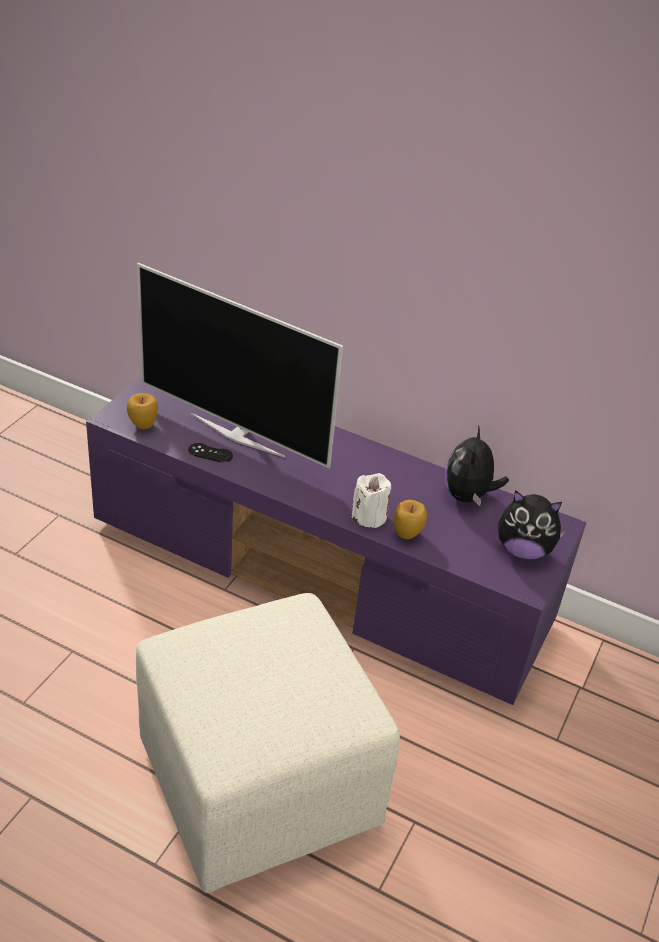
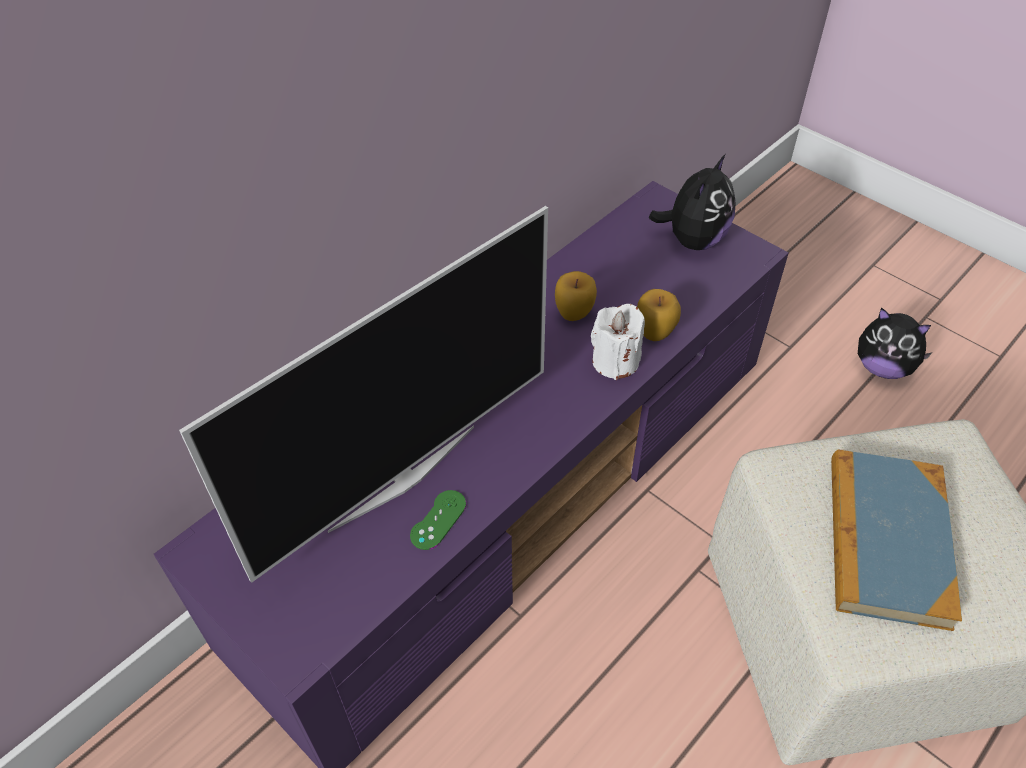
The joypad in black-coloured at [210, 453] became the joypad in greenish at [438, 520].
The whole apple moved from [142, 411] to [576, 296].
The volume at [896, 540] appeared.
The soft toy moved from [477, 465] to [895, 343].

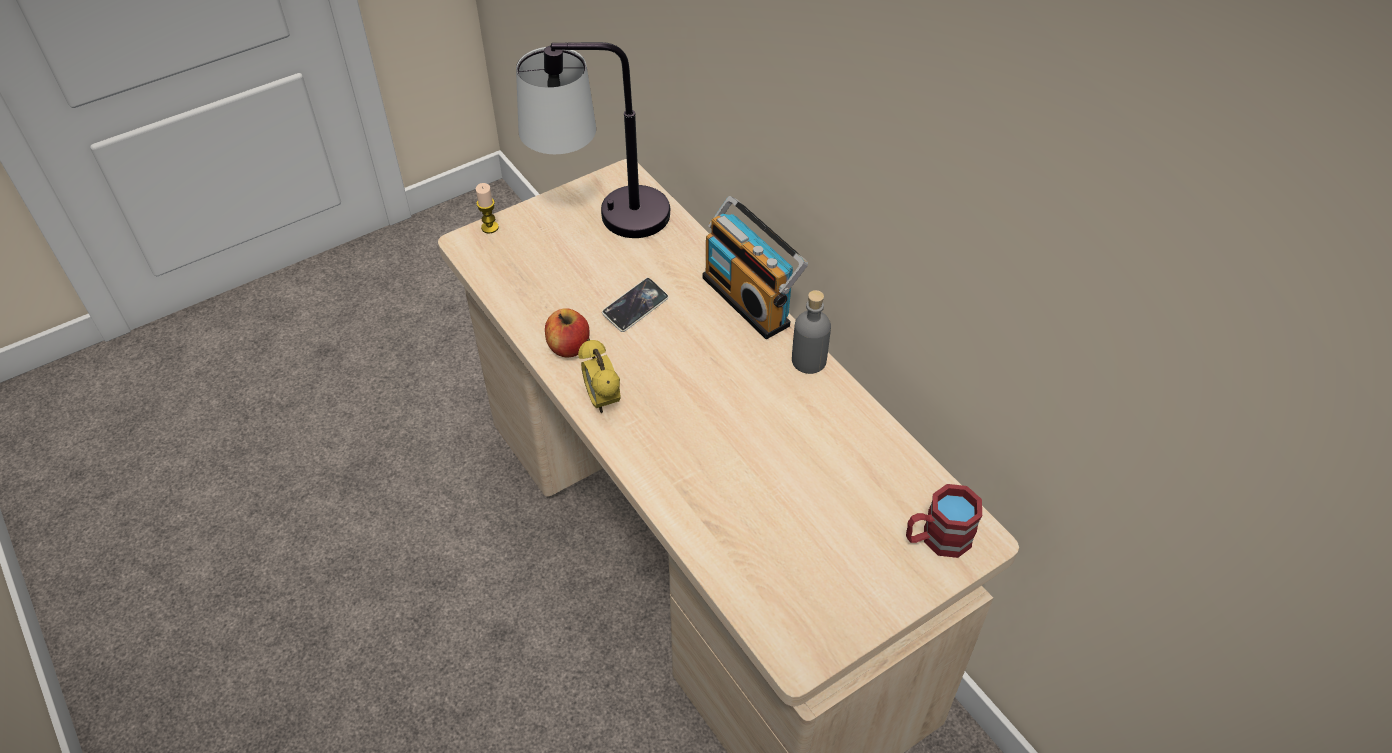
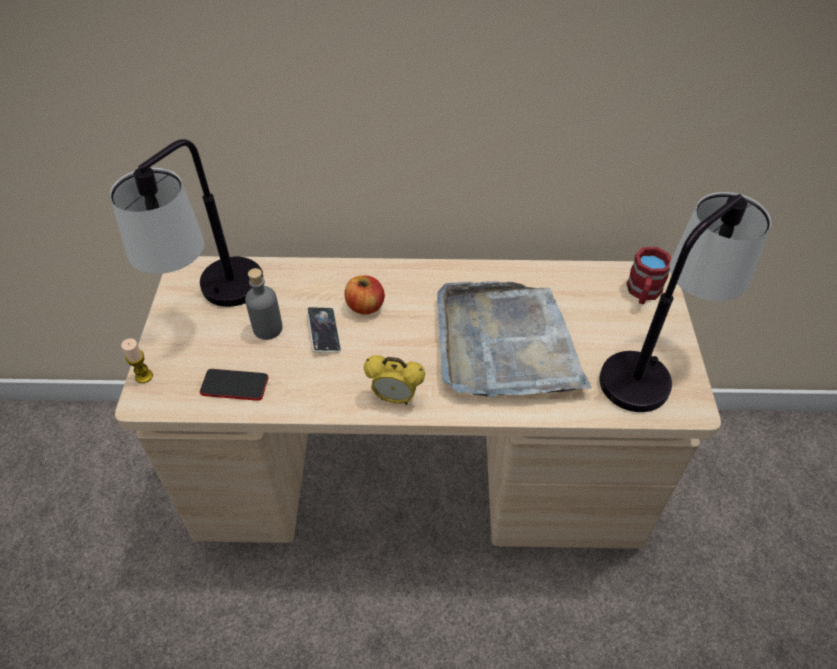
The phone at [234, 385] appeared.
The drink bottle in greyish moved from [811, 332] to [264, 304].
The whole apple moved from [567, 332] to [364, 295].
The carrying tray in greyish at [514, 339] appeared.
The lamp for a table at [686, 302] appeared.
The radio receiver at [755, 267] disappeared.

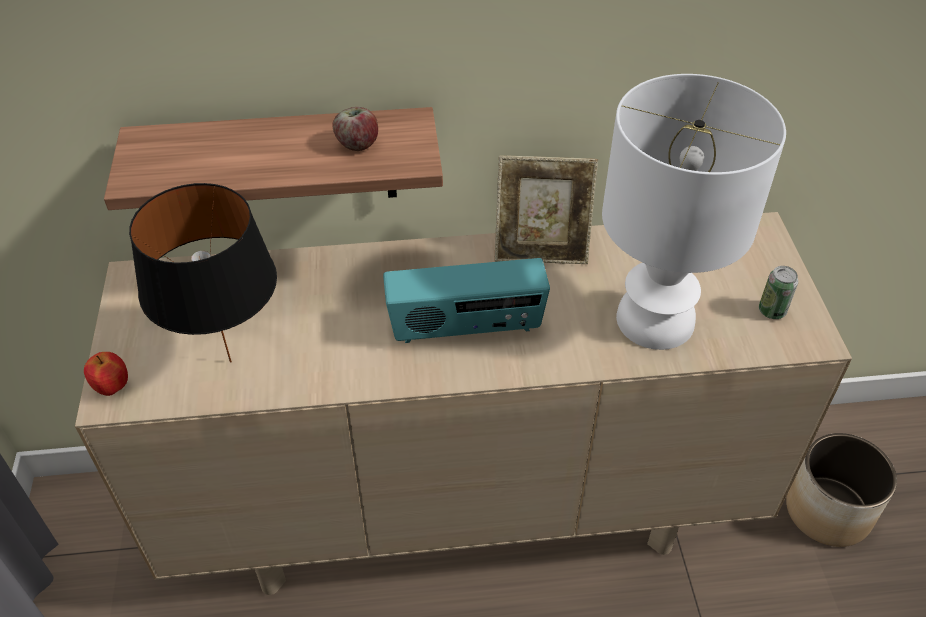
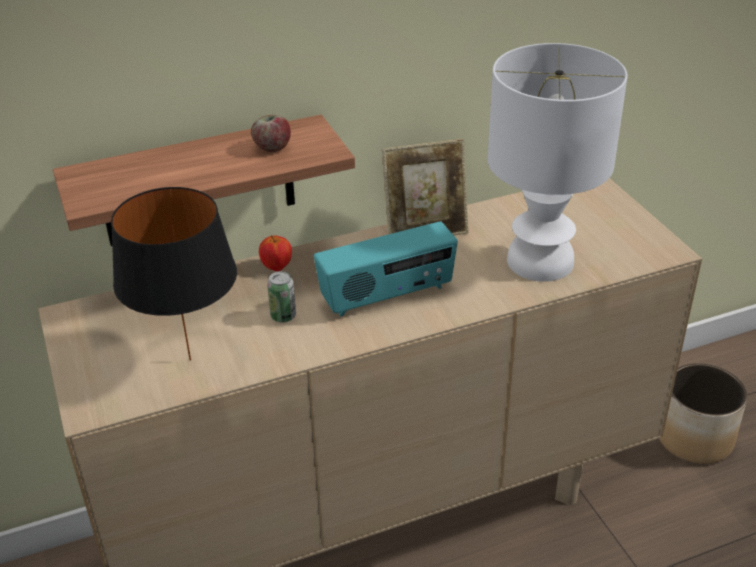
The whole apple moved from [106, 374] to [275, 253].
The can moved from [778, 292] to [281, 296].

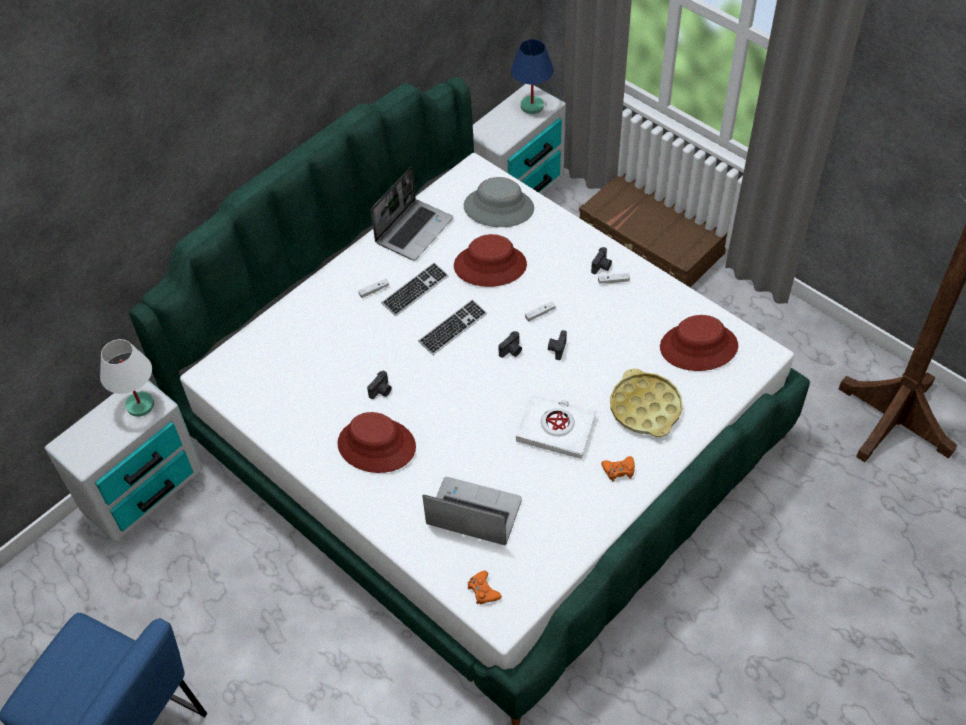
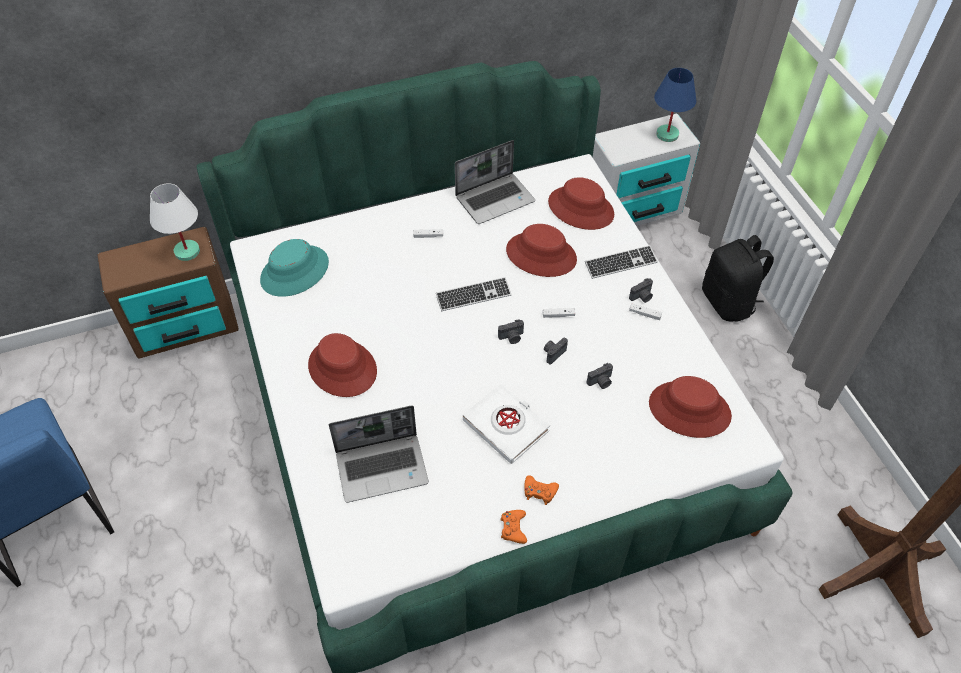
The nightstand in white at [124, 461] became the nightstand in brown-coloured at [168, 292].
The wearable hat in turquoise at [294, 268] appeared.
The laptop at [472, 511] turned 120 degrees clockwise.
The joypad in orange-coloured moved from [485, 587] to [514, 527].
The wearable hat in greyish at [499, 202] became the wearable hat in red at [581, 203].
The PC keyboard moved from [415, 289] to [621, 262].
The photo camera moved from [379, 385] to [600, 376].
The piece of luggage in brown-coloured at [653, 230] was replaced by the rucksack in black-coloured at [738, 278].
The carrying tray in yellow-coloured at [646, 402] disappeared.

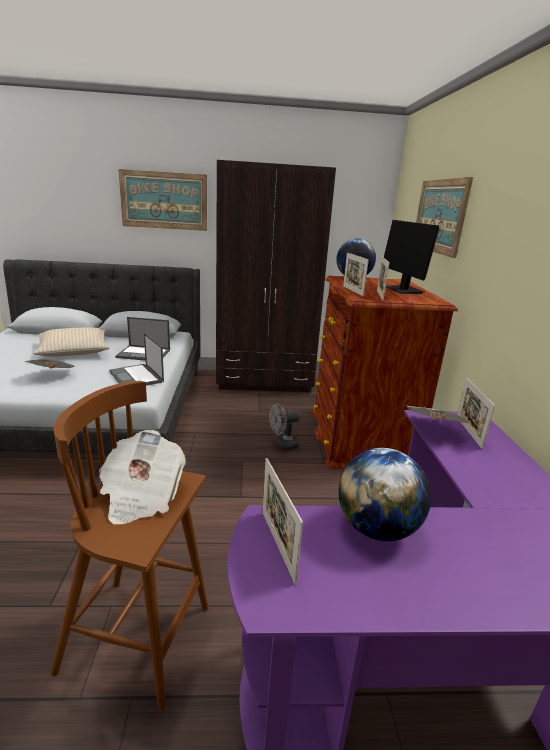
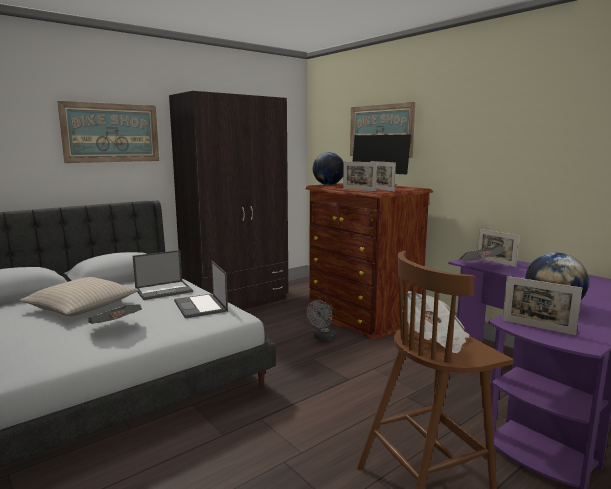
The laptop at [136, 359] turned 45 degrees clockwise.

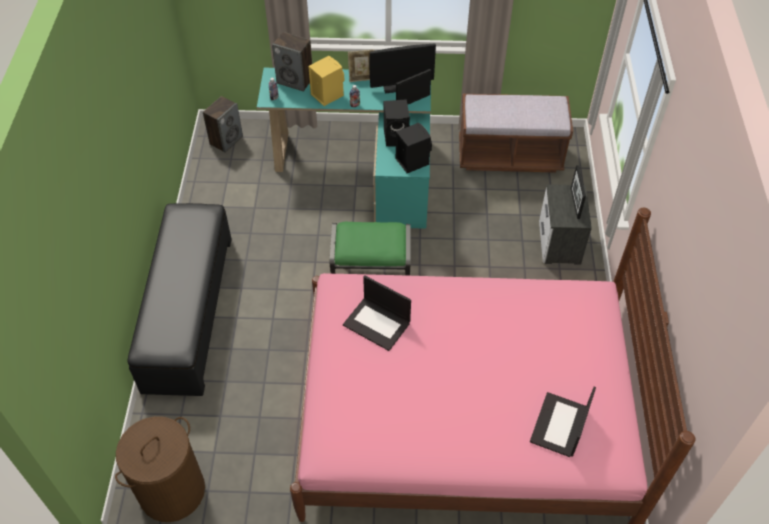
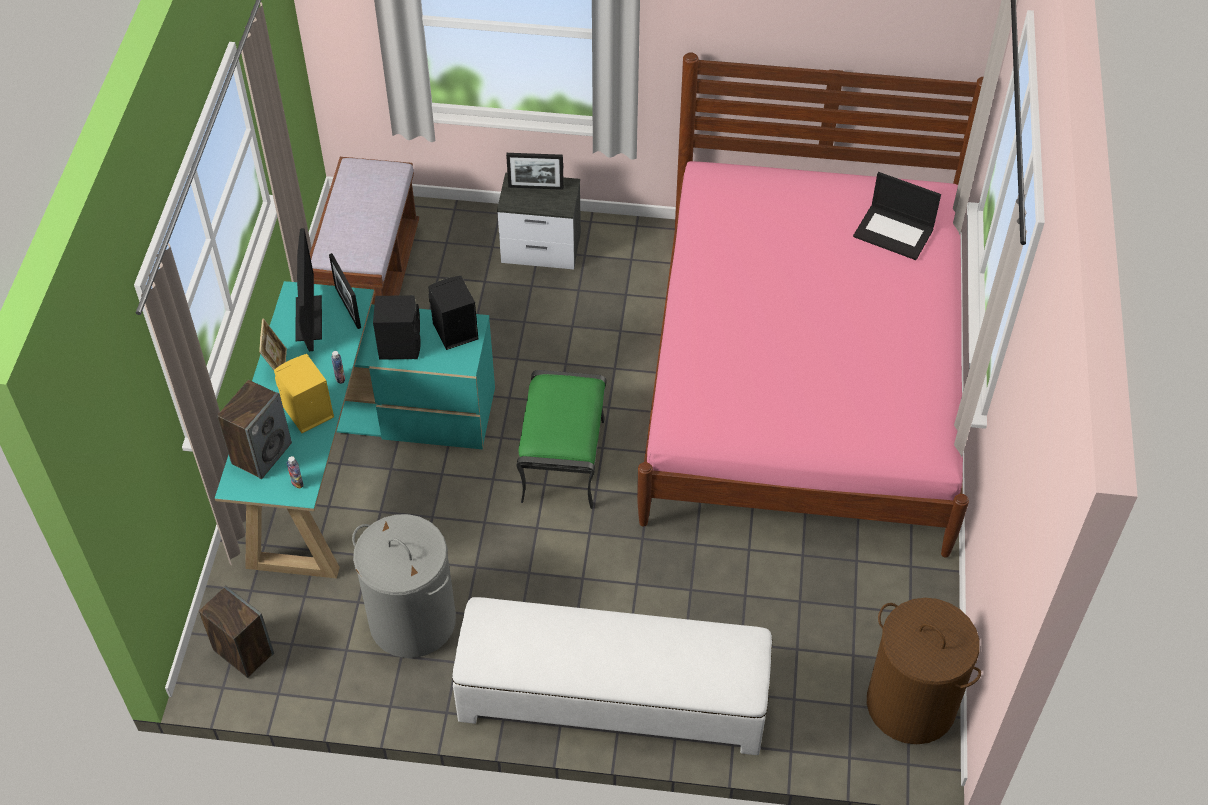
The laundry basket in greyish at [404, 586] appeared.
The long seat in black-coloured at [179, 299] became the long seat in white at [612, 676].
The laptop at [377, 313] disappeared.

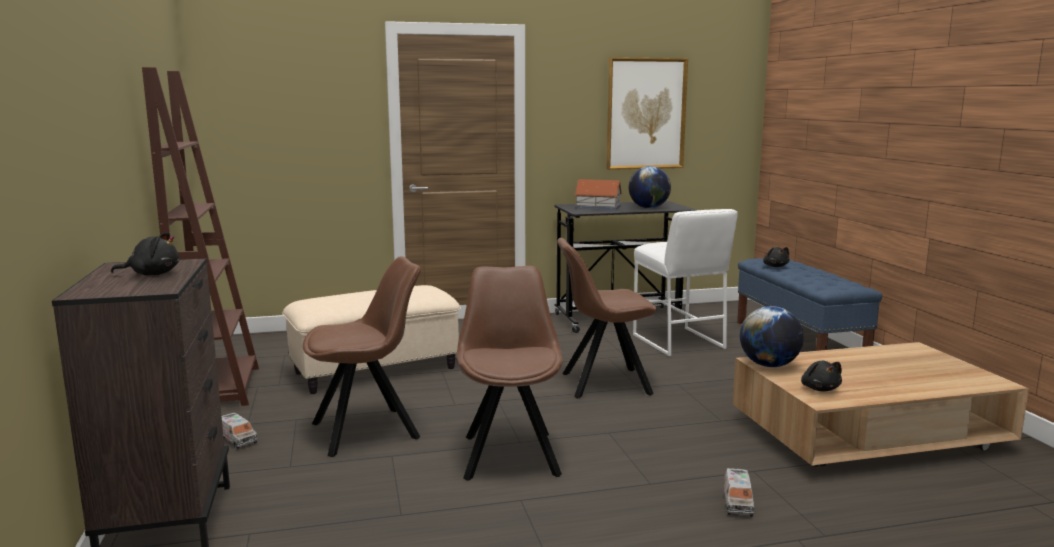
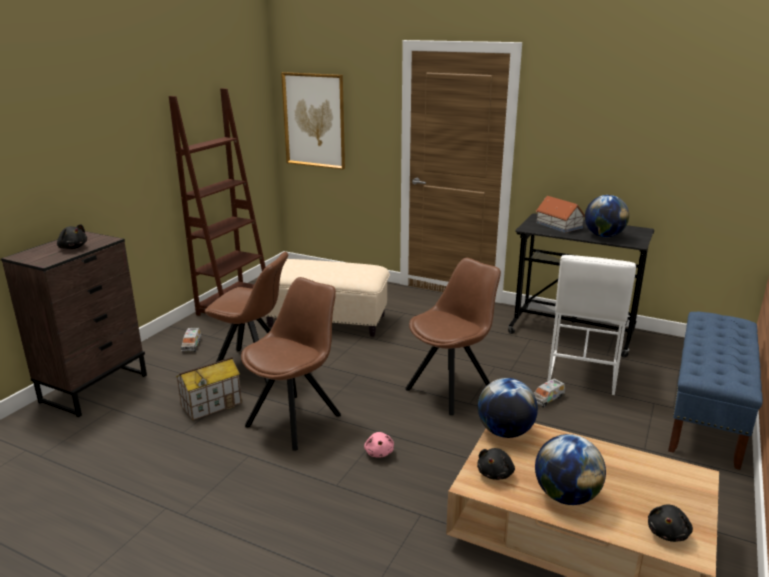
The toy house at [209, 388] appeared.
The wall art moved from [647, 113] to [313, 120].
The soft toy in pink at [379, 445] appeared.
The chair in brown-coloured at [607, 318] turned 105 degrees clockwise.
The toy truck moved from [739, 492] to [549, 393].
The globe at [570, 469] appeared.
The soft toy in black-coloured moved from [776, 257] to [670, 523].

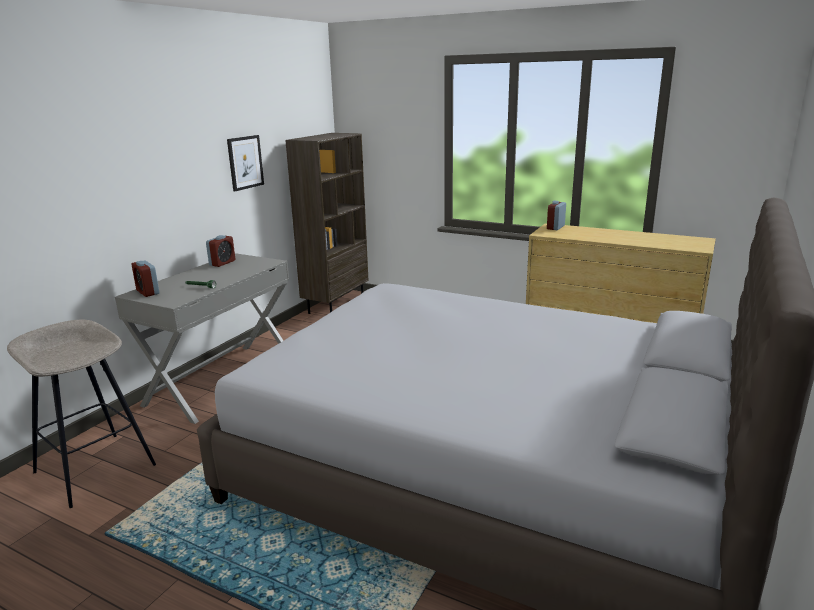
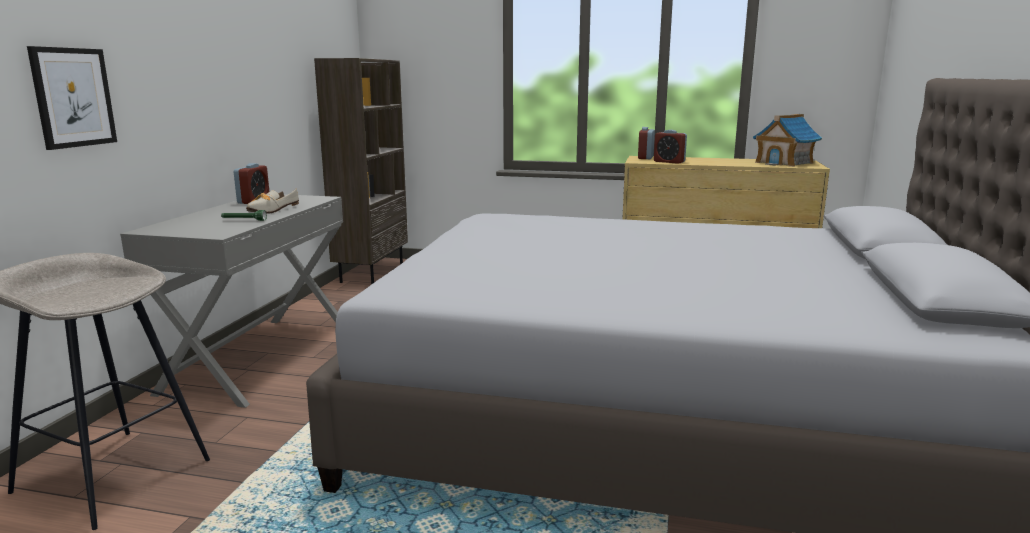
The wall art moved from [245, 163] to [72, 98].
The low shoe at [272, 201] appeared.
The table clock moved from [145, 278] to [670, 147].
The toy house at [787, 140] appeared.

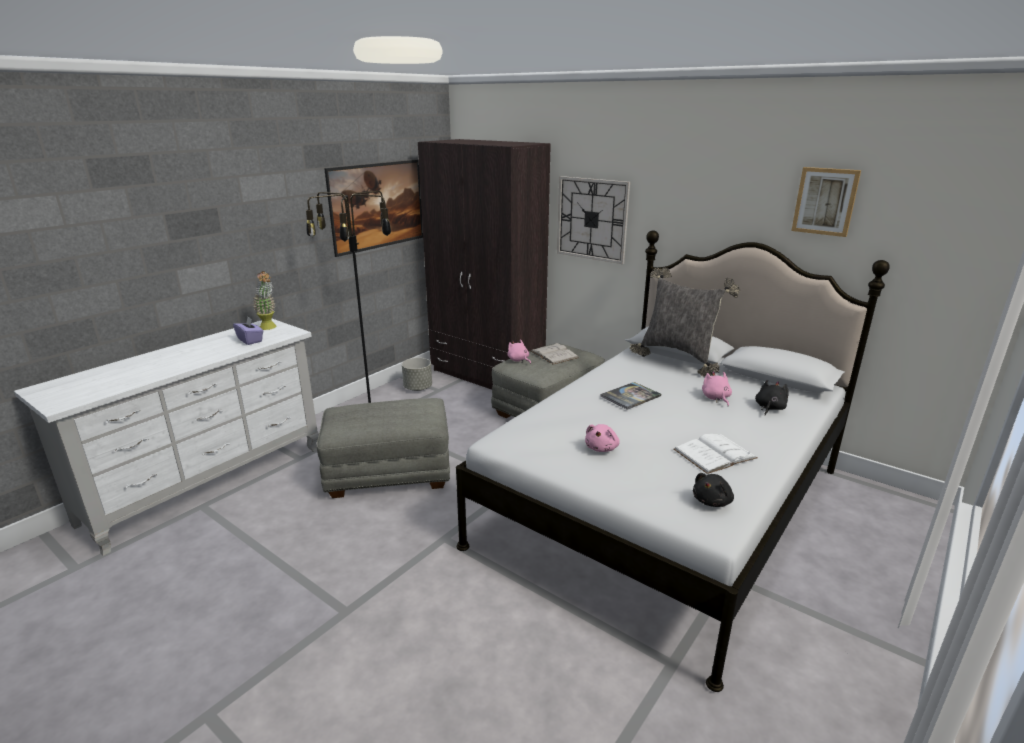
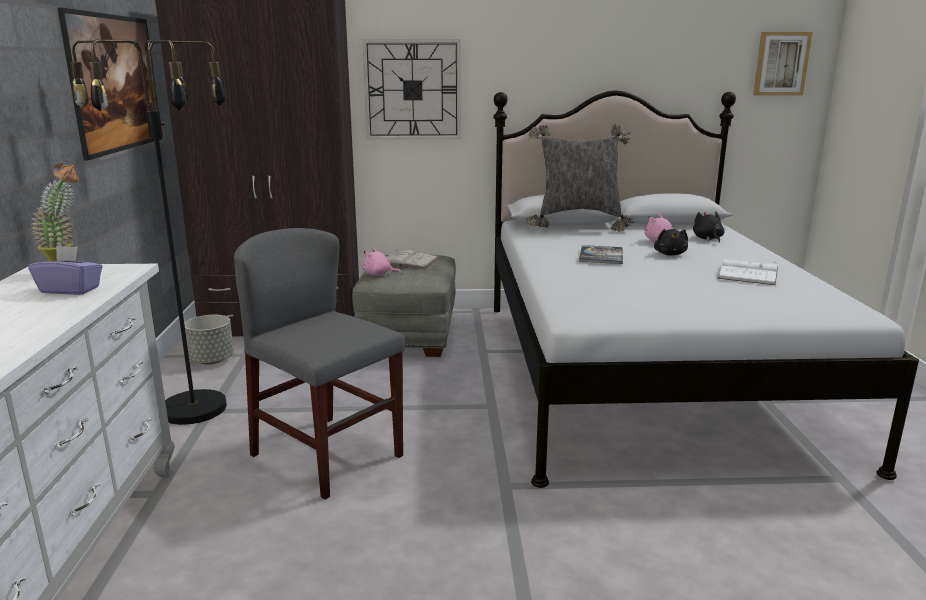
The pouffe in greyish at [383, 448] was replaced by the chair in greyish at [319, 364].
The soft toy in black-coloured moved from [713, 490] to [671, 242].
The wall art moved from [826, 202] to [782, 64].
The soft toy in pink at [602, 438] disappeared.

